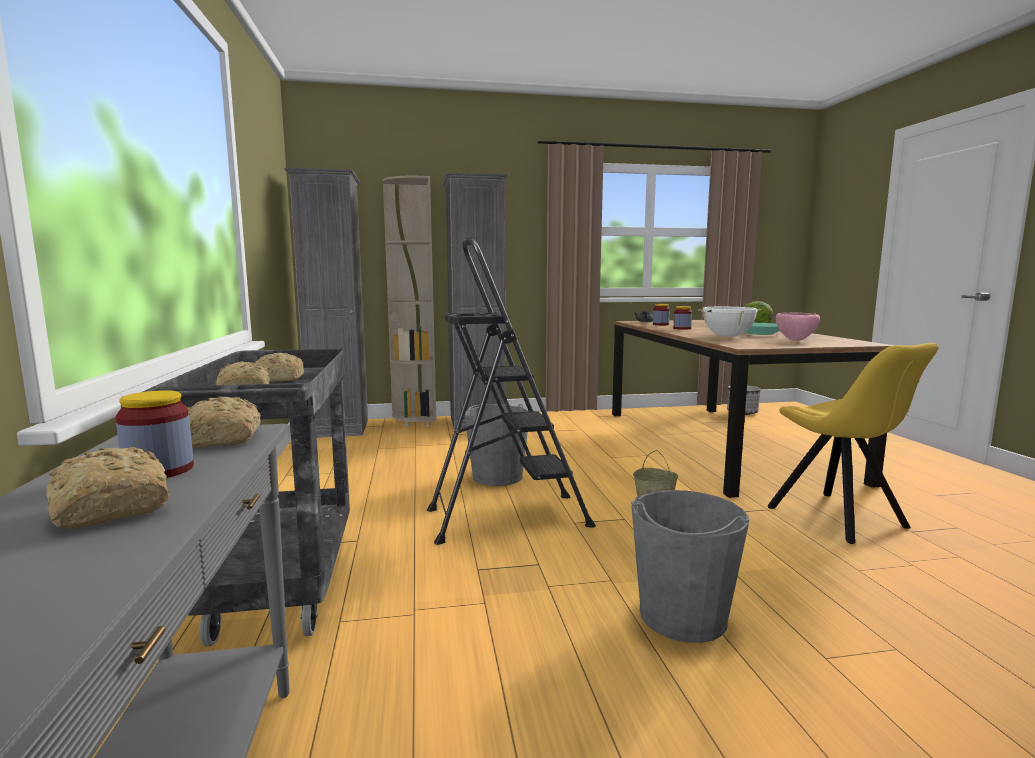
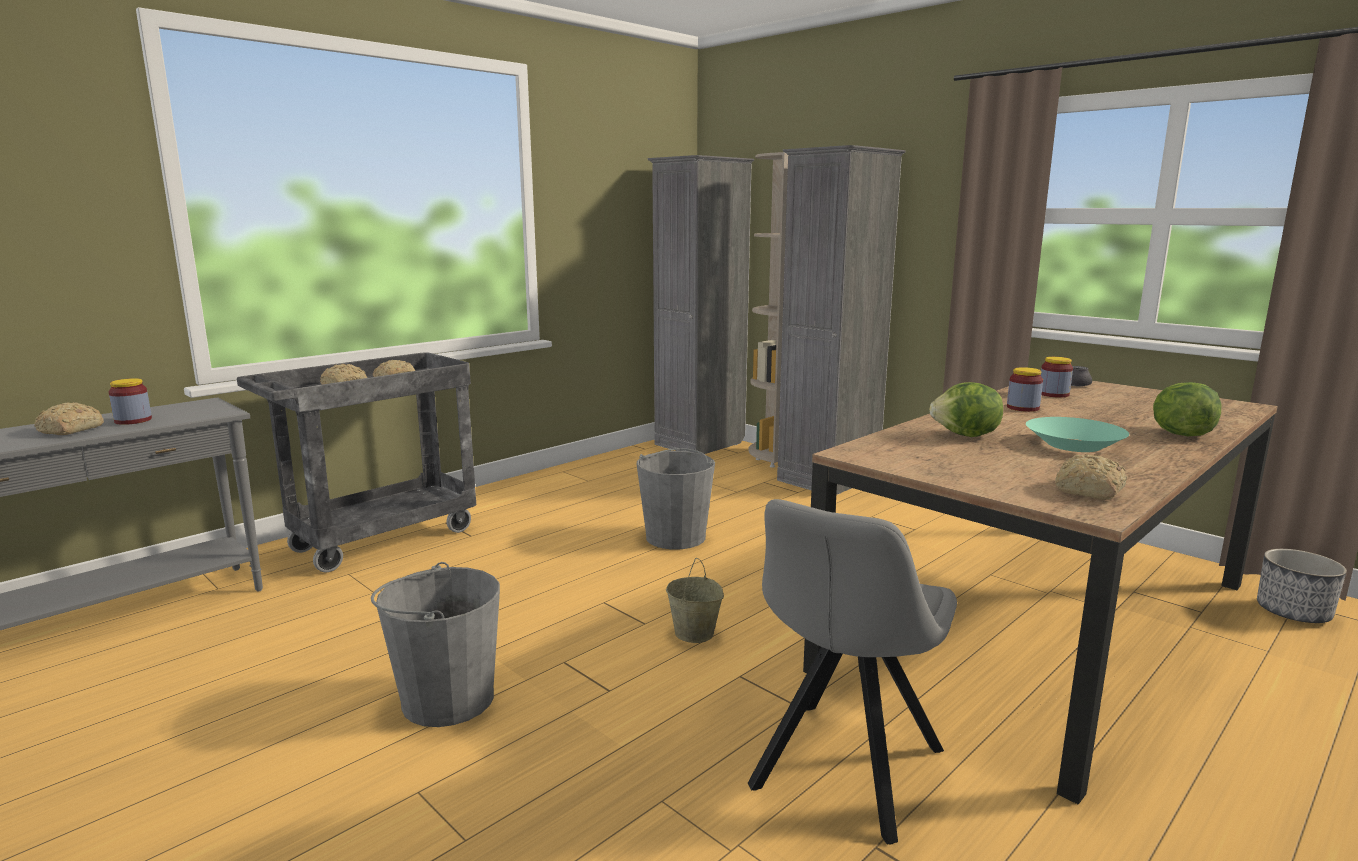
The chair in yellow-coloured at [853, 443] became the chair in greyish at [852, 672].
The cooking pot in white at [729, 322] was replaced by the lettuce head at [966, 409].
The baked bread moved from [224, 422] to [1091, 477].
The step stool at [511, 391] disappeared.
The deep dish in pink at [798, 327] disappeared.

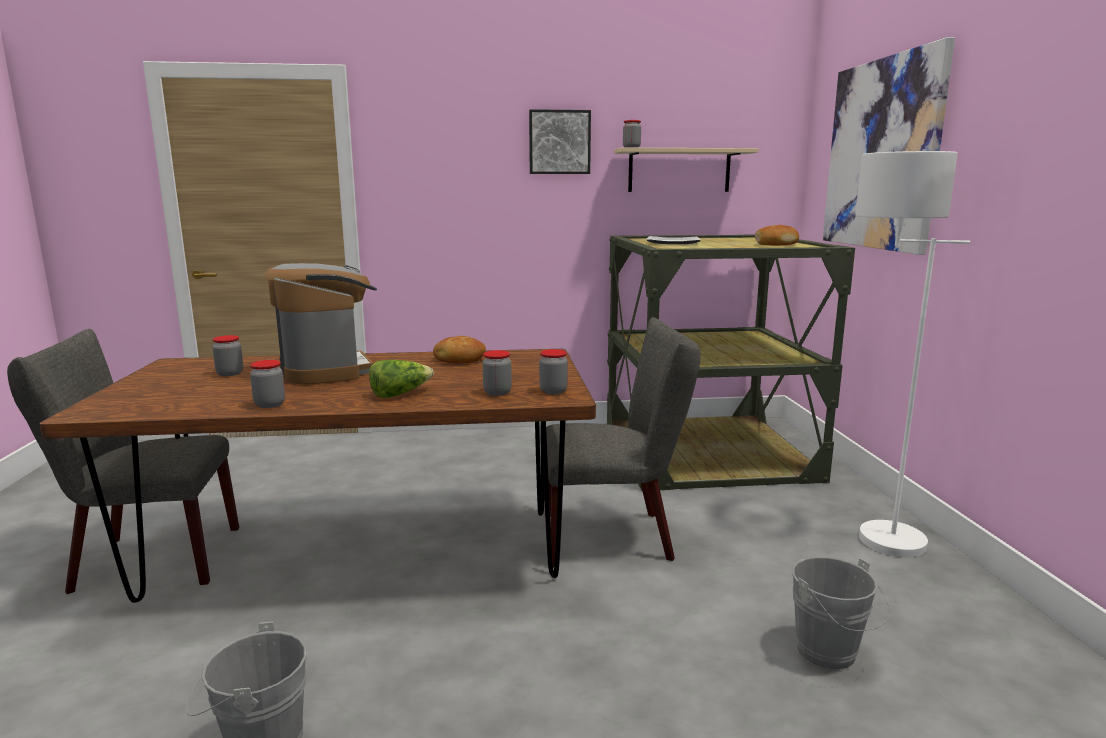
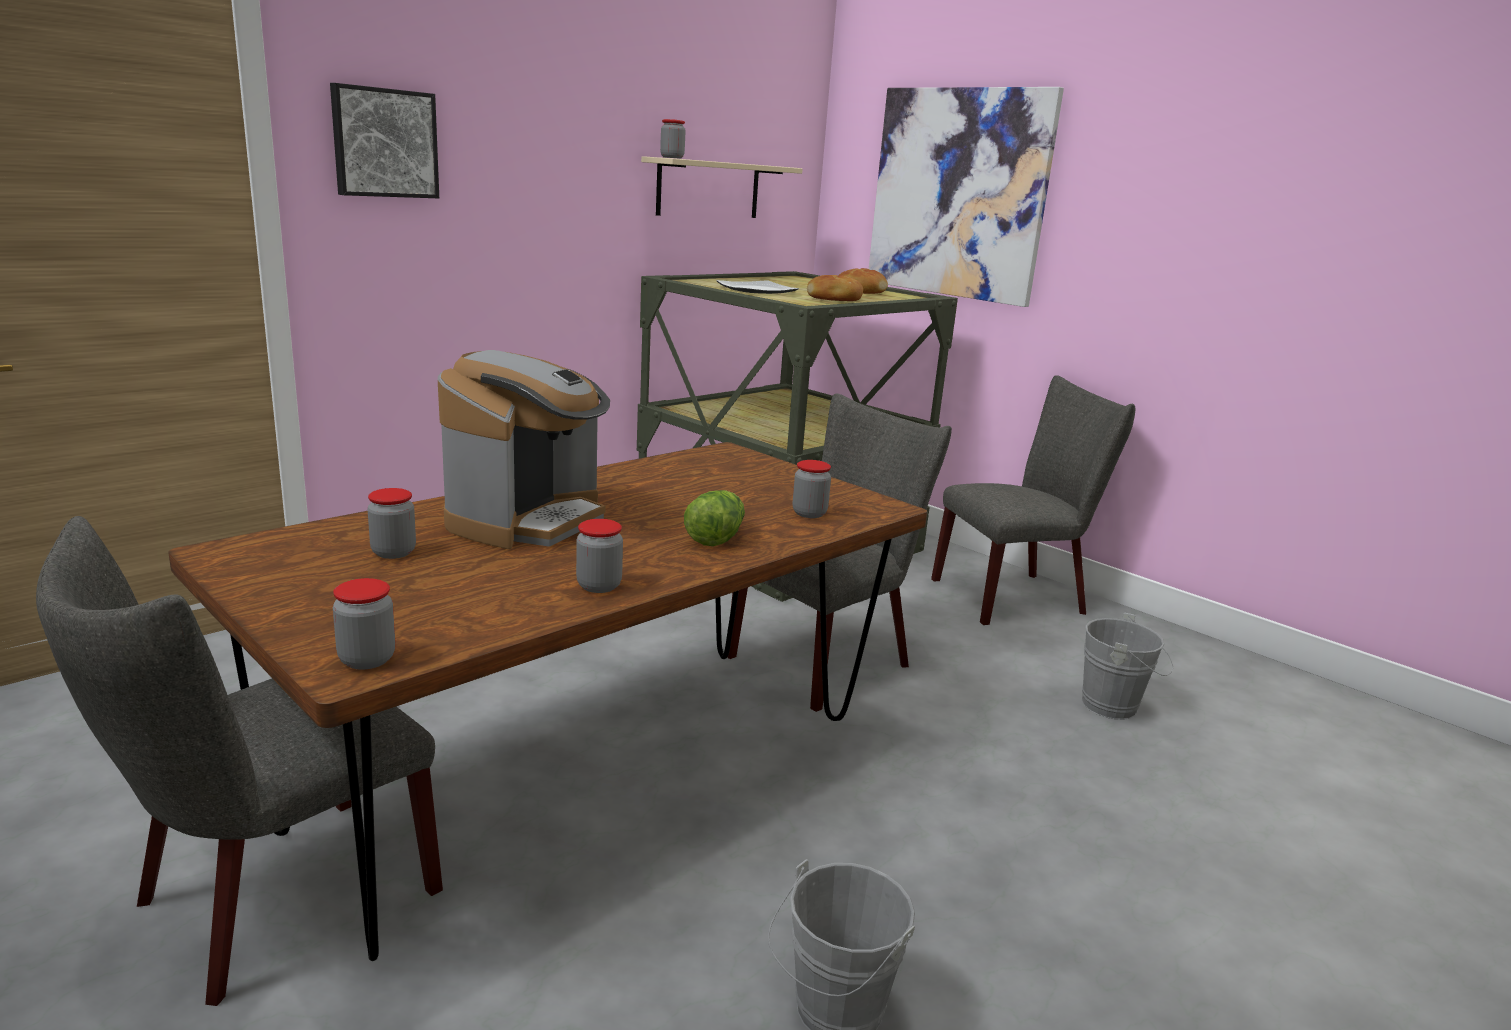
The wall art moved from [560, 141] to [384, 140].
The preserve jar moved from [553, 371] to [364, 624].
The coffee machine at [320, 324] turned 90 degrees clockwise.
The baked bread moved from [459, 349] to [835, 288].
The standard lamp in white at [913, 354] was replaced by the chair in greyish at [1033, 500].

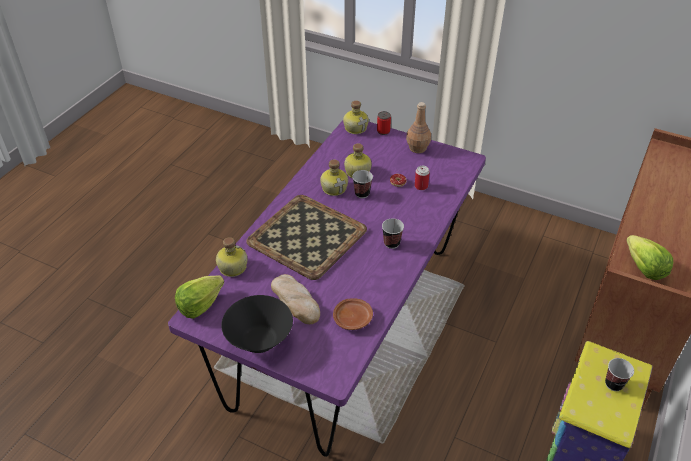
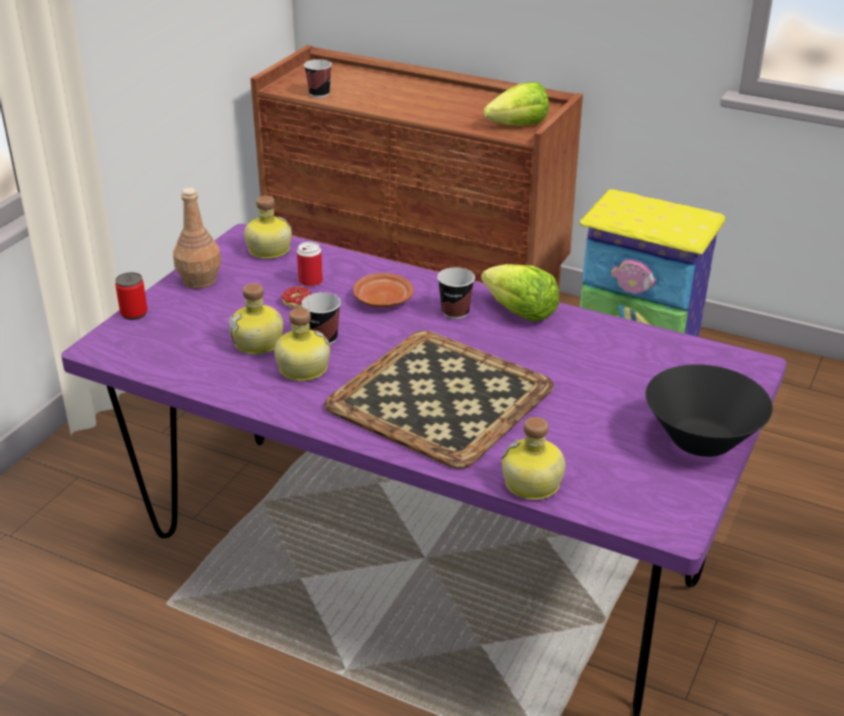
The drink bottle moved from [356, 117] to [268, 227].
The small cup moved from [619, 374] to [318, 78].
The dinner plate in brown-coloured moved from [353, 314] to [383, 290].
The lettuce head moved from [199, 297] to [520, 293].
The baked bread at [295, 299] disappeared.

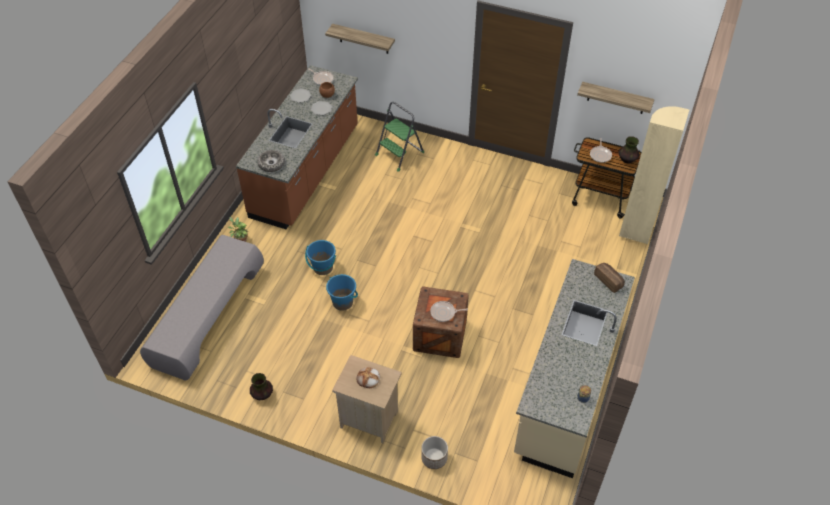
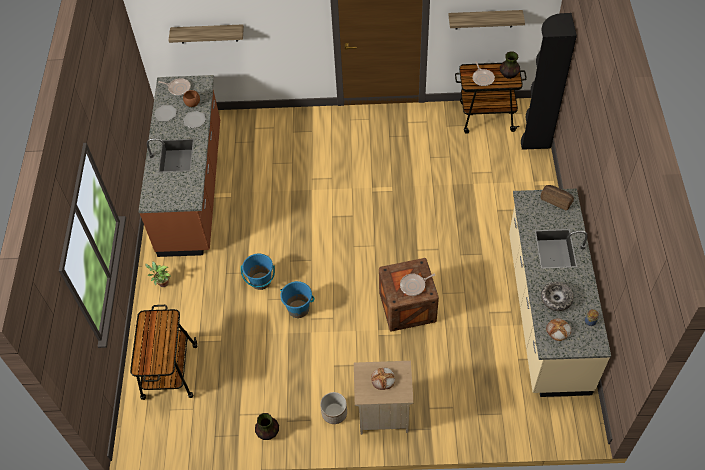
The long seat in greyish at [202, 308] was replaced by the wheeled cart at [164, 352].
The plant pot moved from [434, 452] to [333, 408].
The bookcase in sand-coloured at [654, 175] became the bookcase in black-coloured at [549, 81].
The deep dish moved from [271, 161] to [557, 296].
The baked bread at [558, 329] appeared.
The step stool in greenish at [399, 137] disappeared.

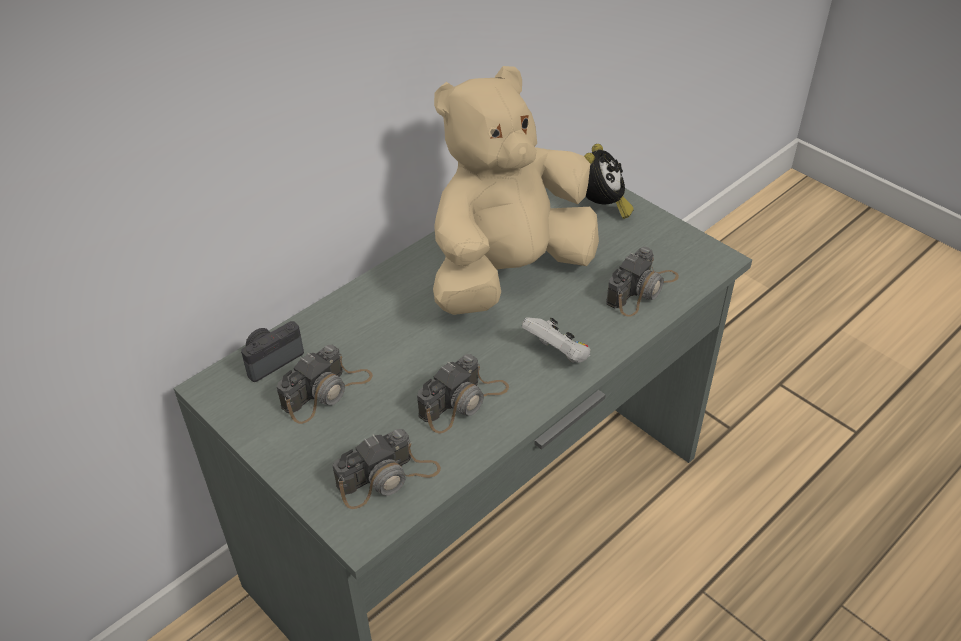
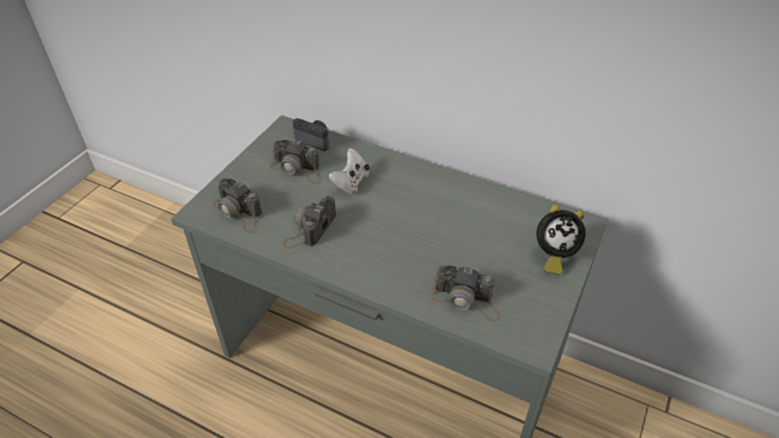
The photo camera at [463, 393] turned 90 degrees clockwise.
The joypad in white moved from [555, 340] to [349, 171].
The soft toy in sand-coloured at [516, 190] disappeared.

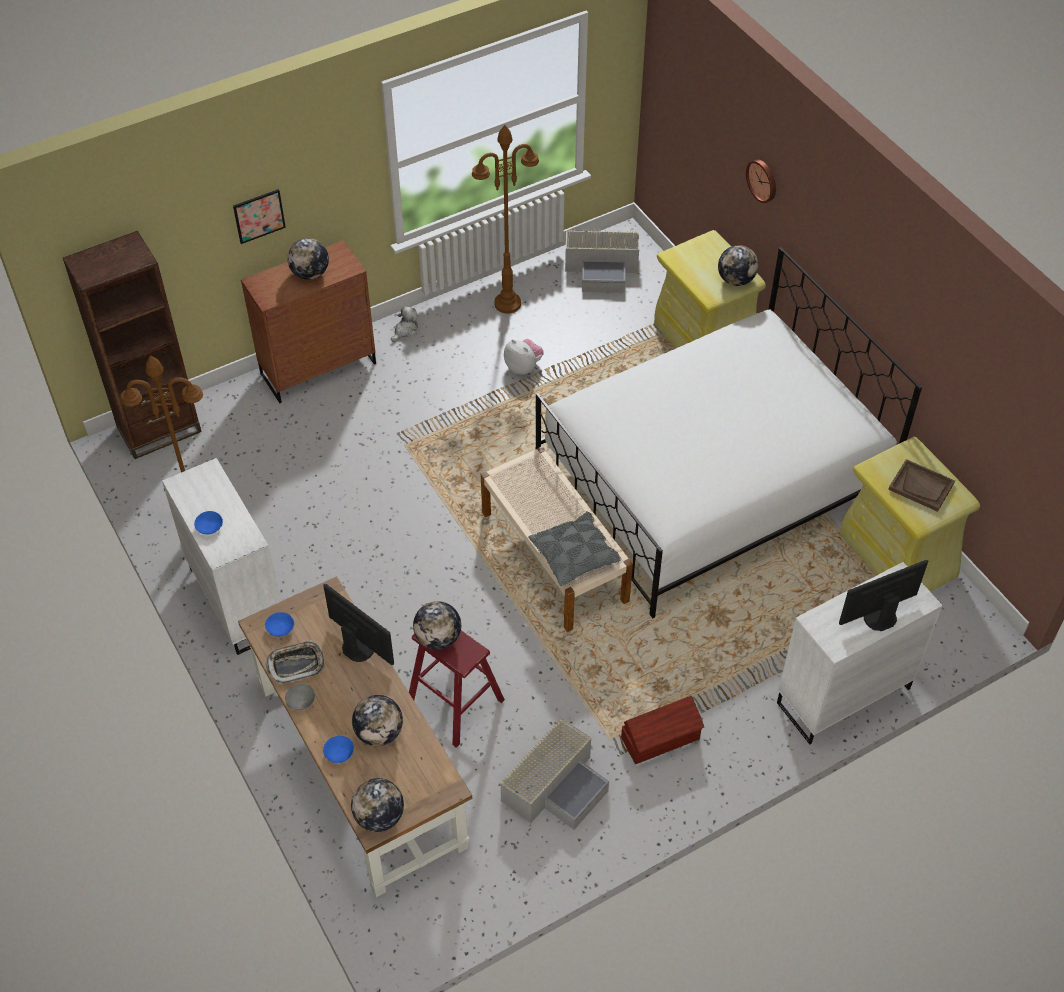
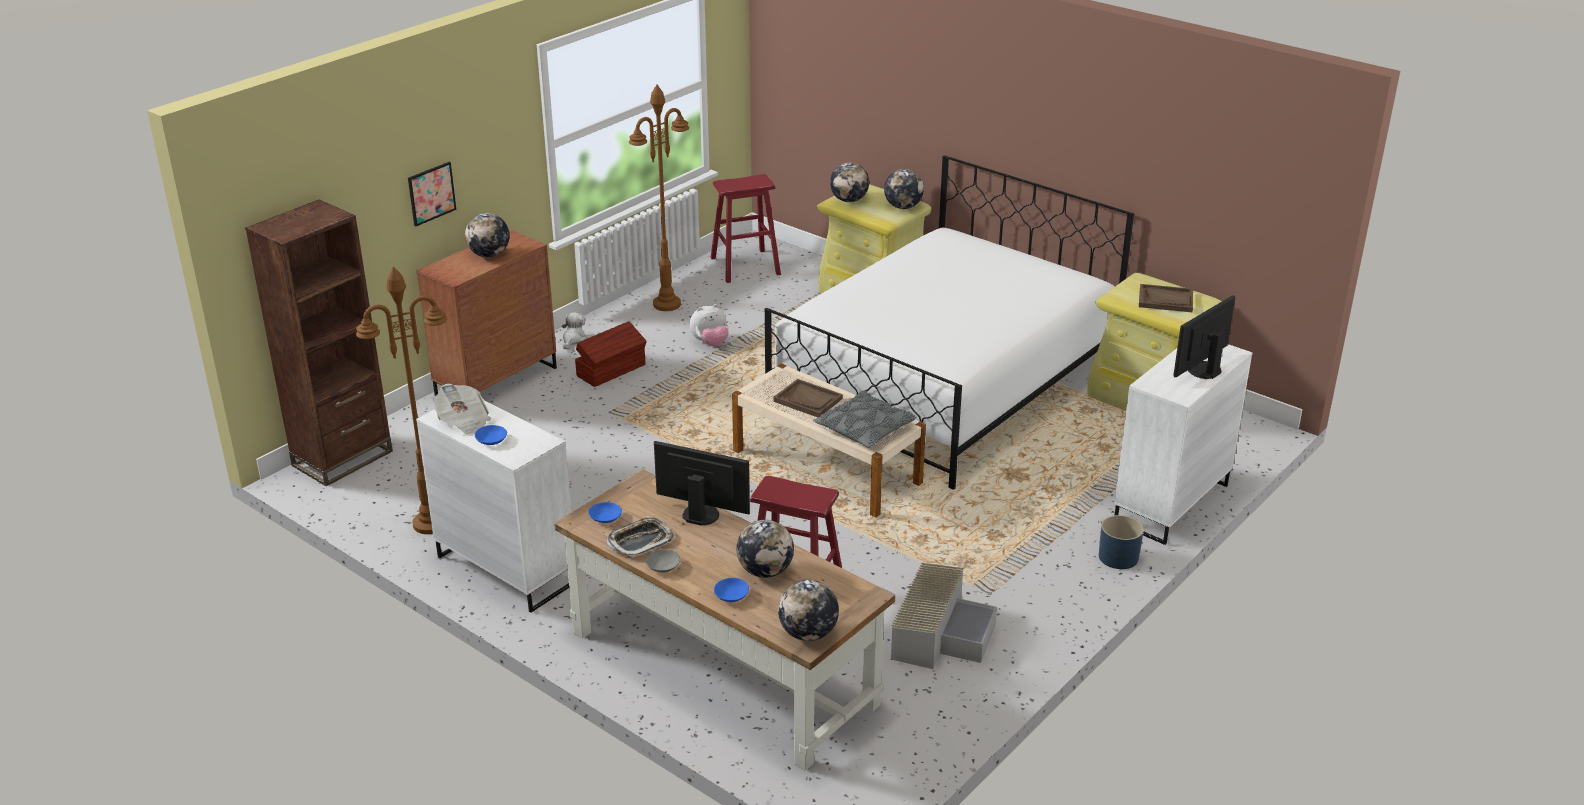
The printed paper at [462, 409] appeared.
The storage bin in brown-coloured moved from [662, 730] to [611, 354].
The soft toy at [524, 357] turned 135 degrees clockwise.
The storage bin in greyish at [602, 261] was replaced by the sitting stool in red at [746, 228].
The carrying tray in brown-coloured at [808, 398] appeared.
The globe moved from [437, 625] to [849, 182].
The plant pot in blue at [1121, 542] appeared.
The wall clock at [761, 181] disappeared.

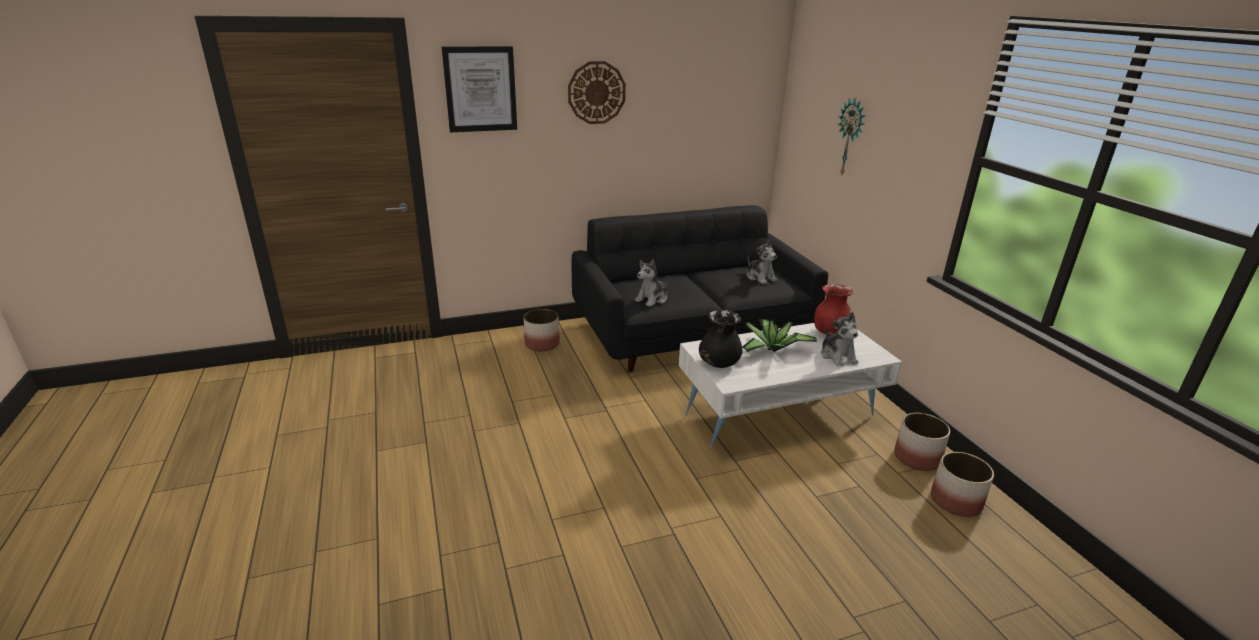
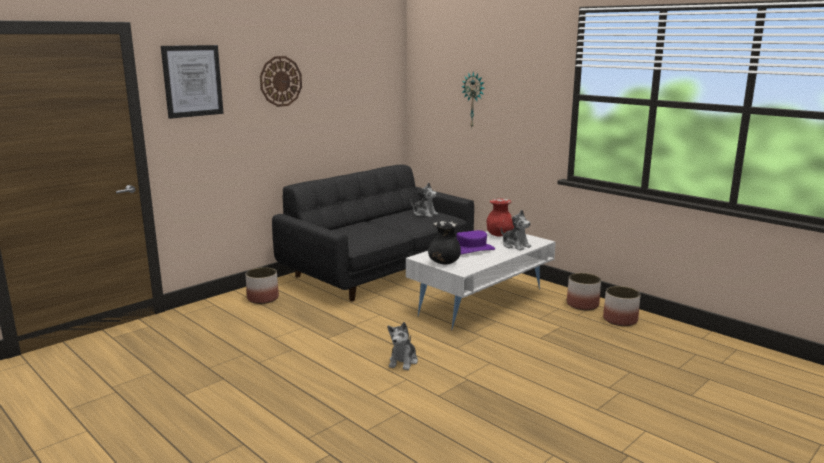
The soft toy moved from [651, 283] to [403, 346].
The houseplant at [779, 335] was replaced by the wearable hat in purple at [475, 242].

